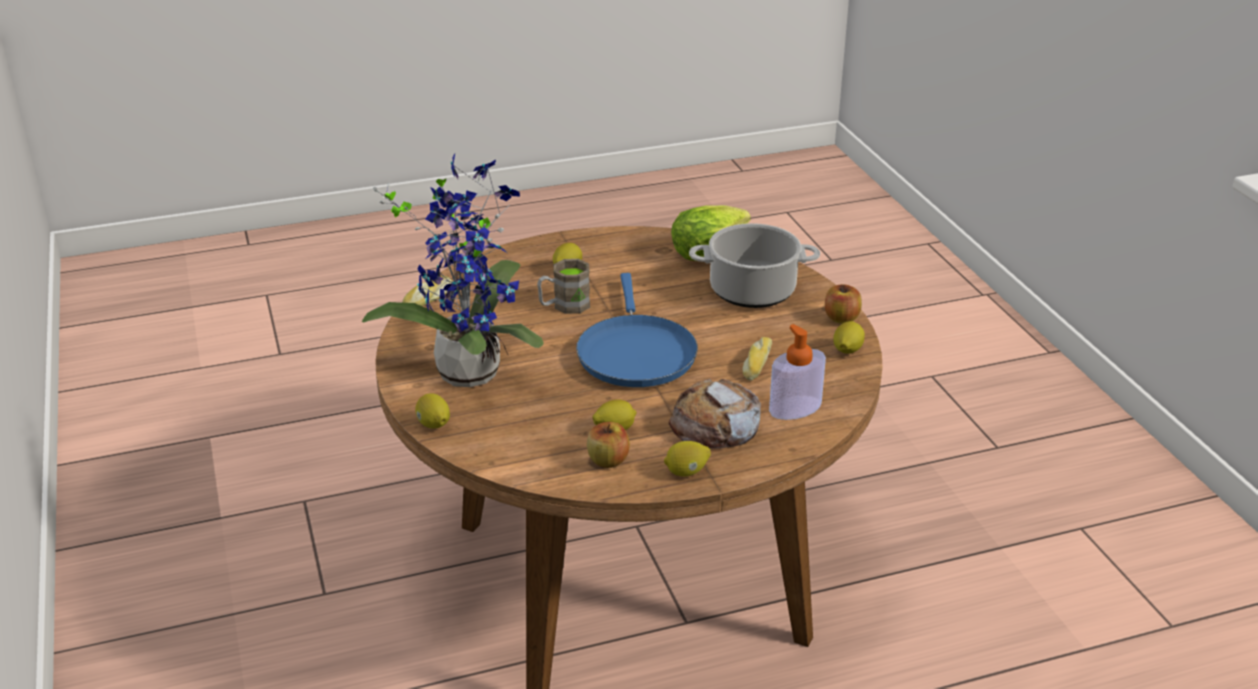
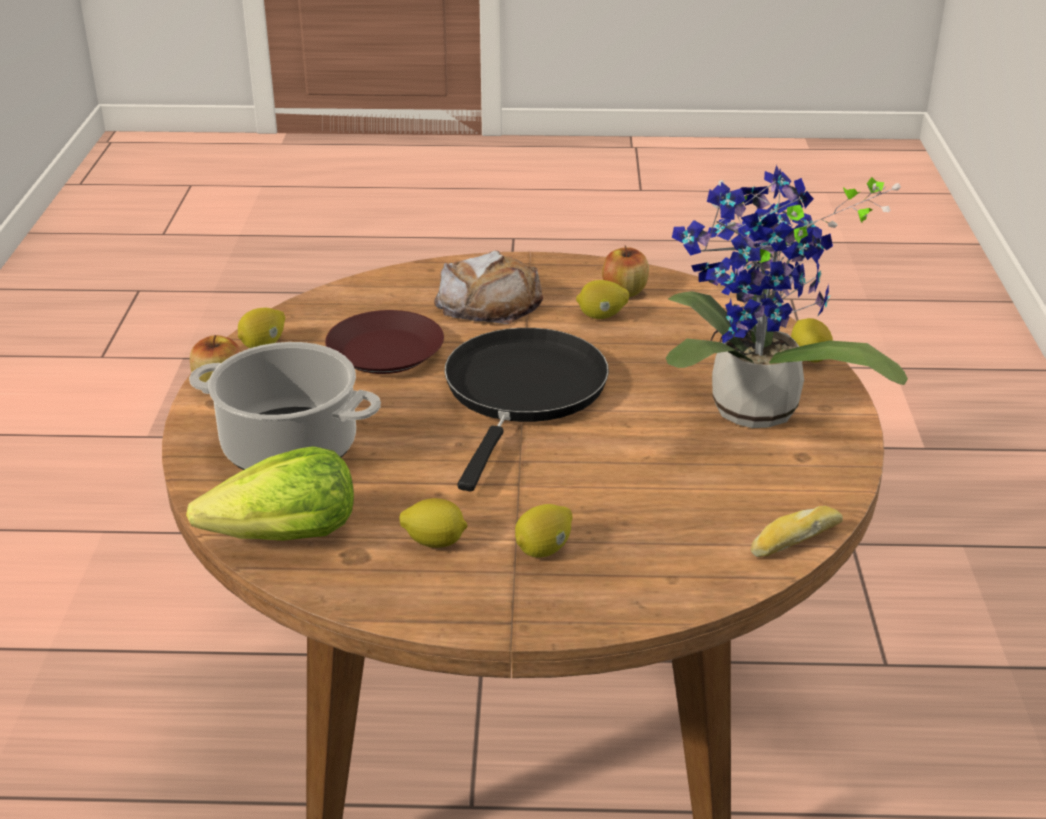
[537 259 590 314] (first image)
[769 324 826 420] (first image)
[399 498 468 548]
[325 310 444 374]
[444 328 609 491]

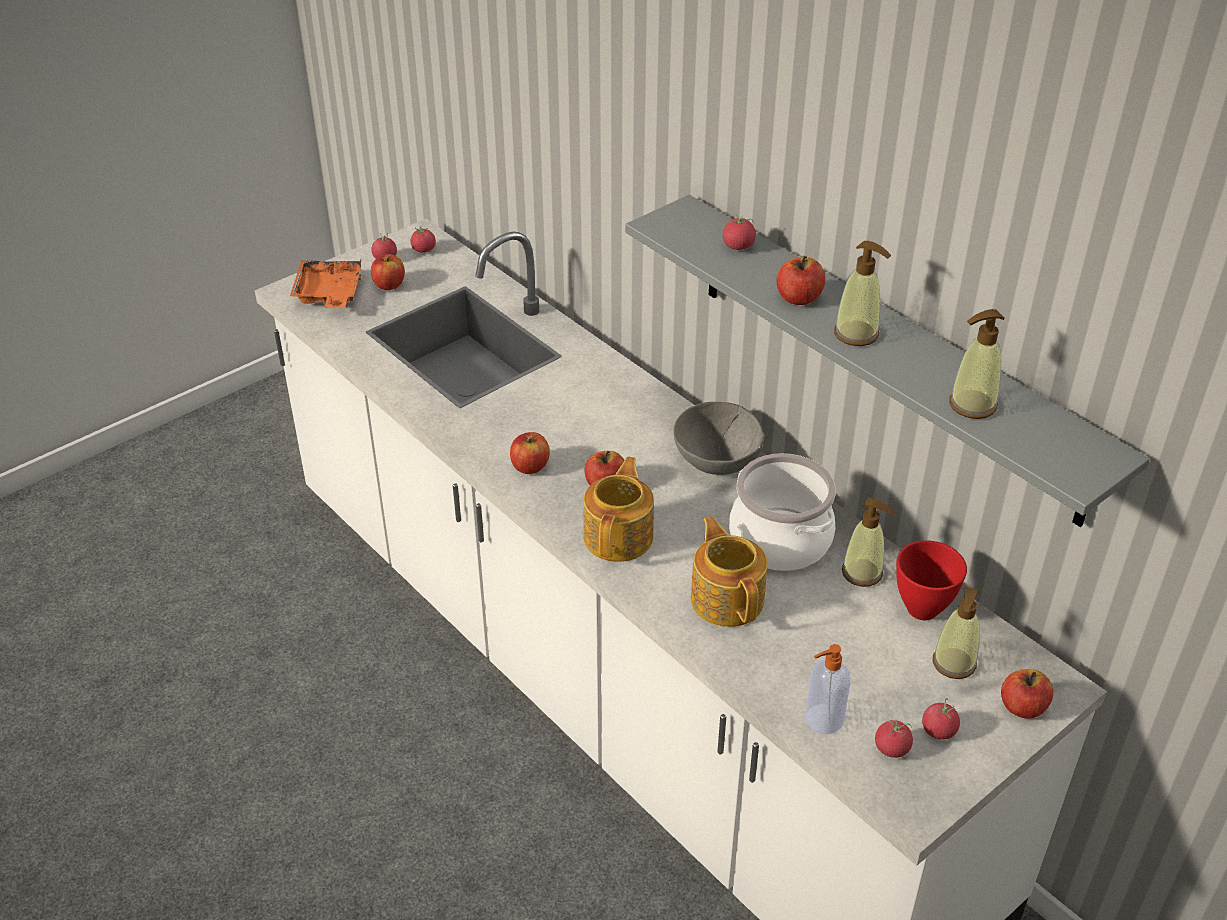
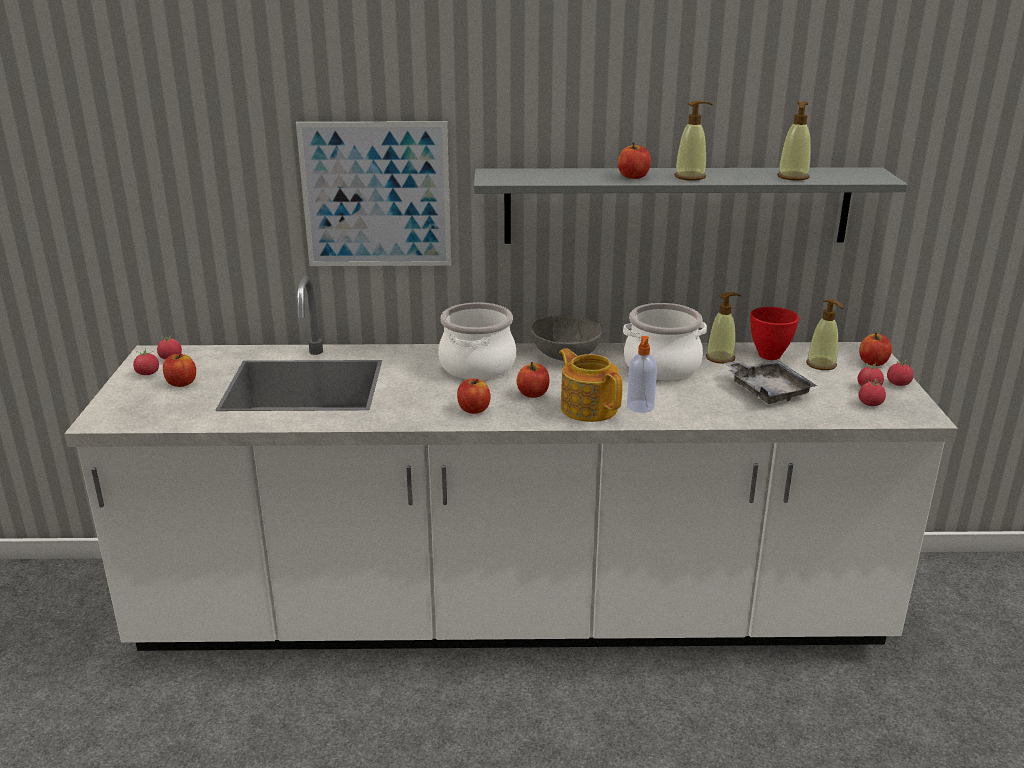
[290 257 362 308] (first image)
[691 516 768 627] (first image)
[296 121 451 266]
[438 302 516 380]
[724 360 817 404]
[887 360 914 386]
[627 336 657 413]

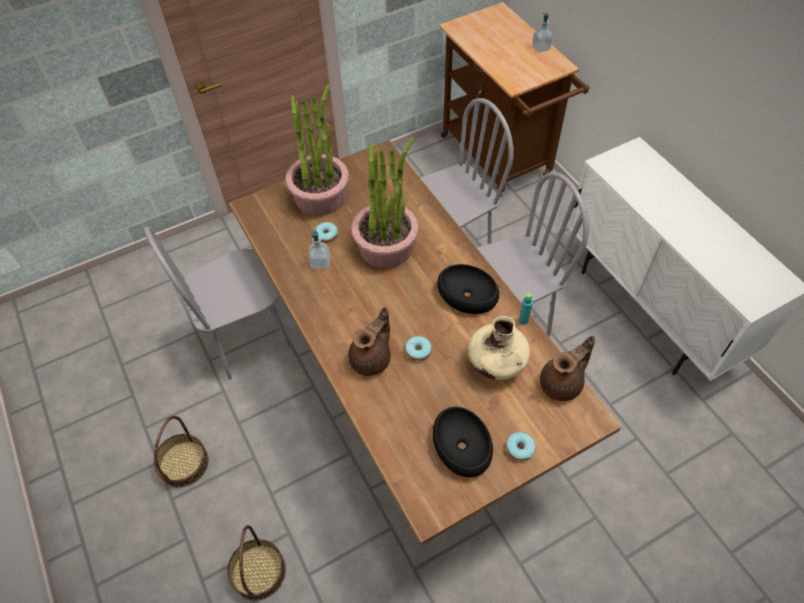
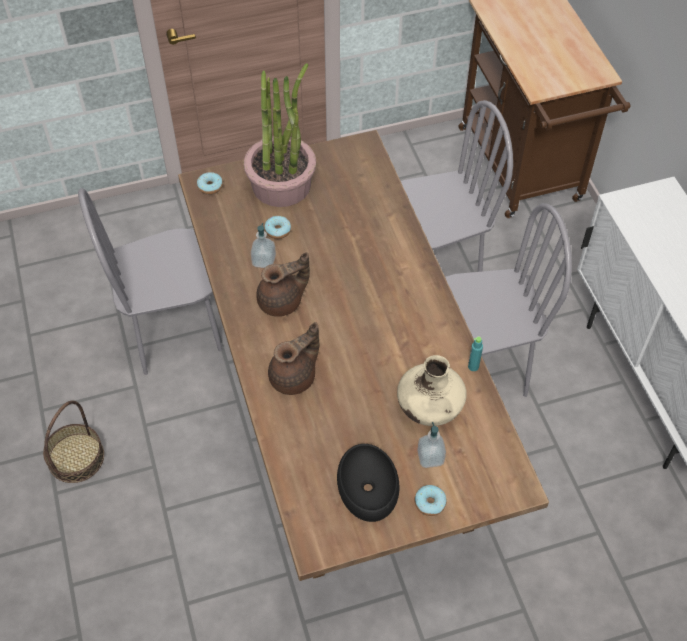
[227 525 286 601] (first image)
[352 137 419 268] (first image)
[437 264 499 314] (first image)
[197 172 223 195]
[417 422 446 468]
[256 252 310 317]

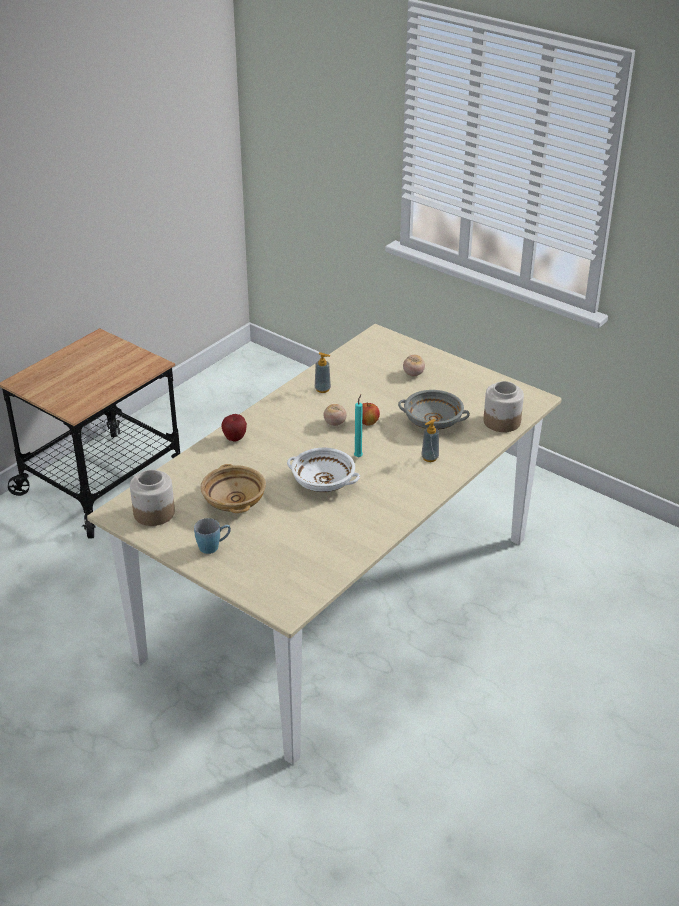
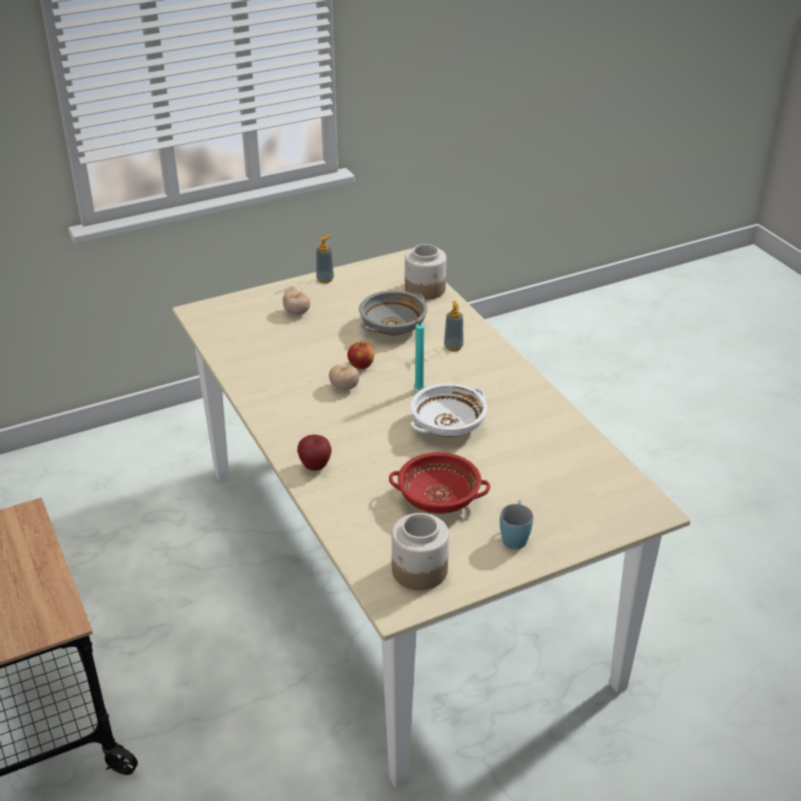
[316 235 334 283]
[389 452 490 514]

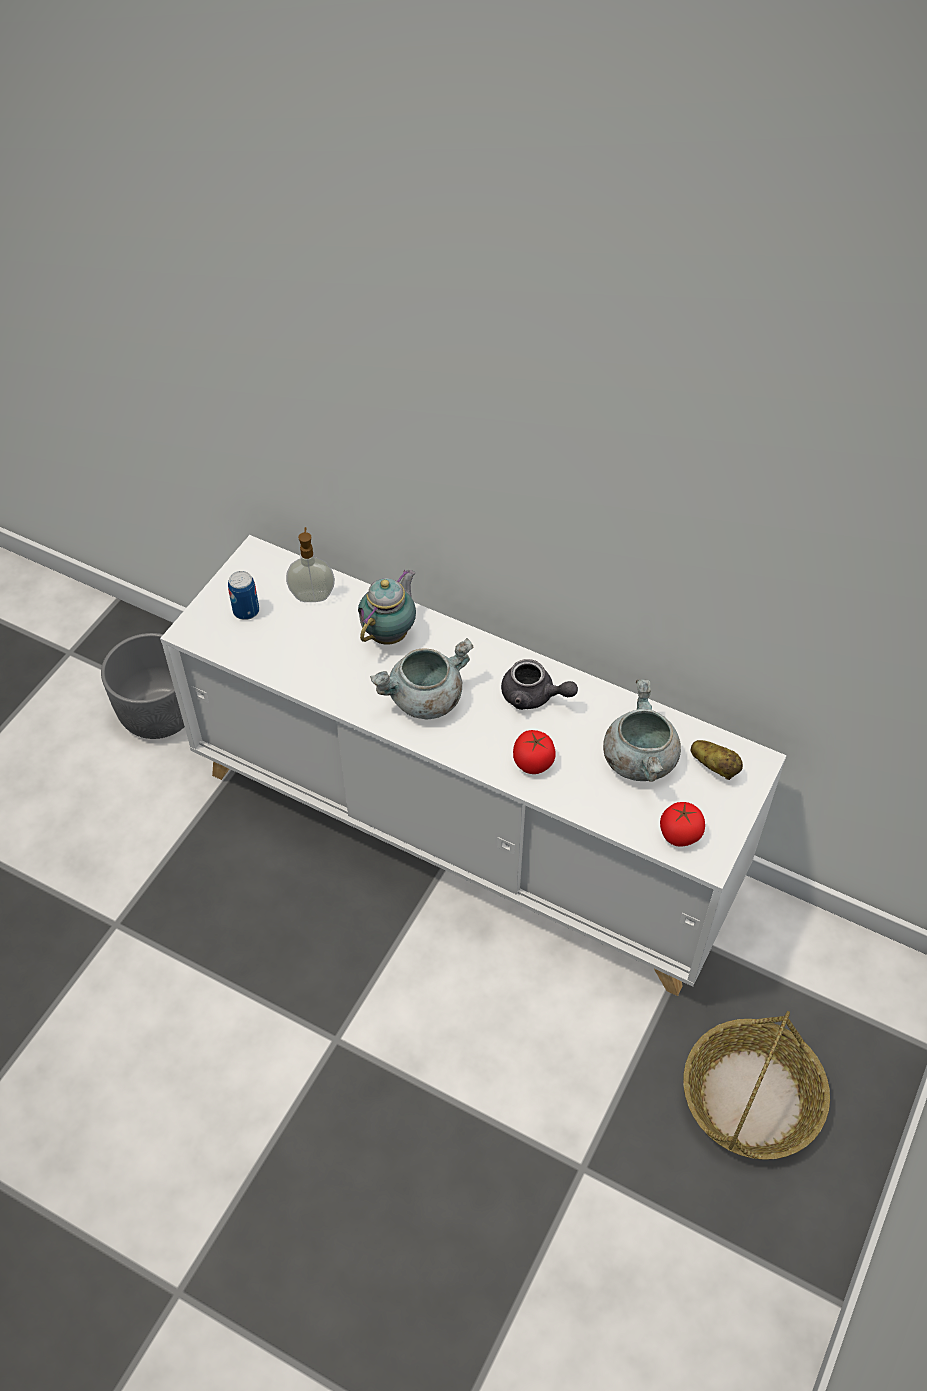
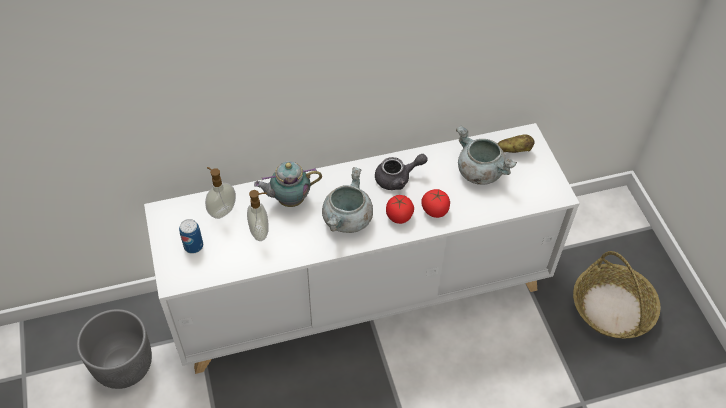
[247 190 269 241]
[386 195 414 224]
[254 161 322 207]

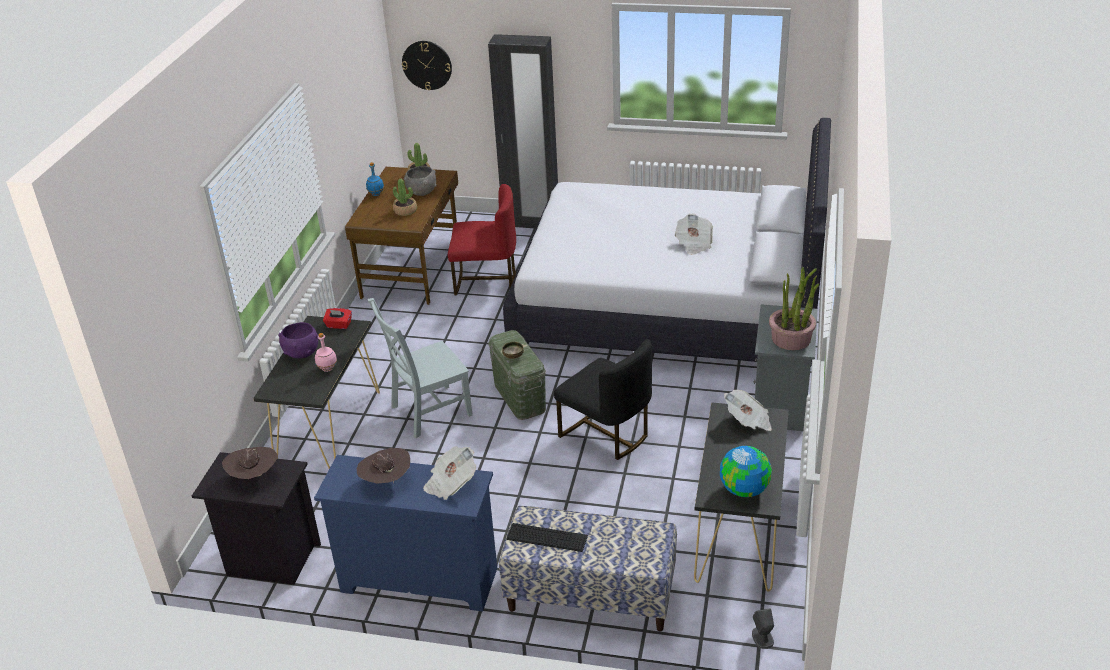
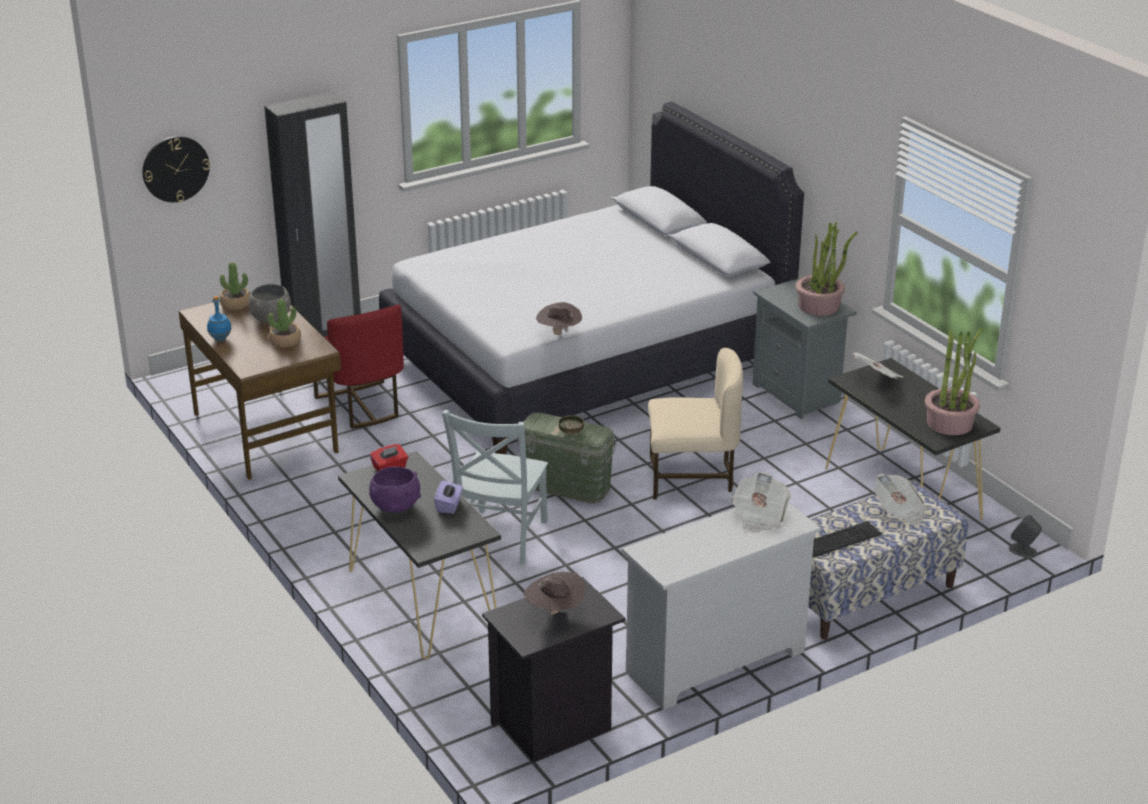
[536 302 582 335]
[874 474 928 527]
[434 480 463 514]
[925 328 983 435]
[622 503 821 710]
[648 348 743 500]
[313 305 404 429]

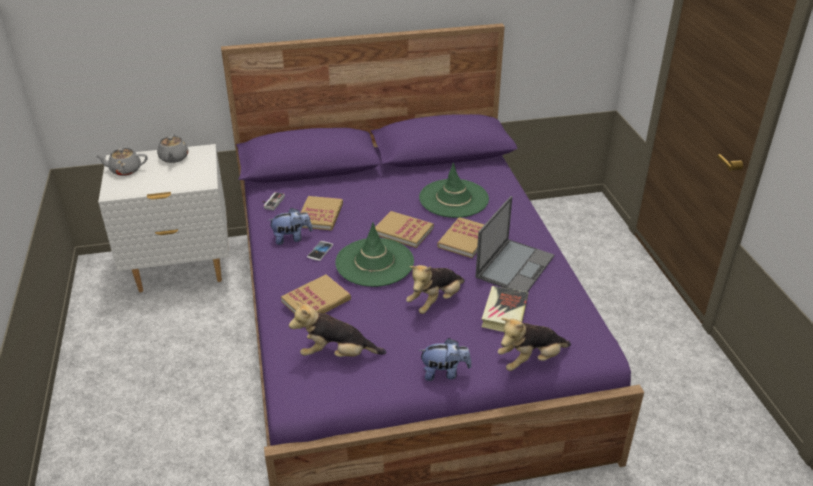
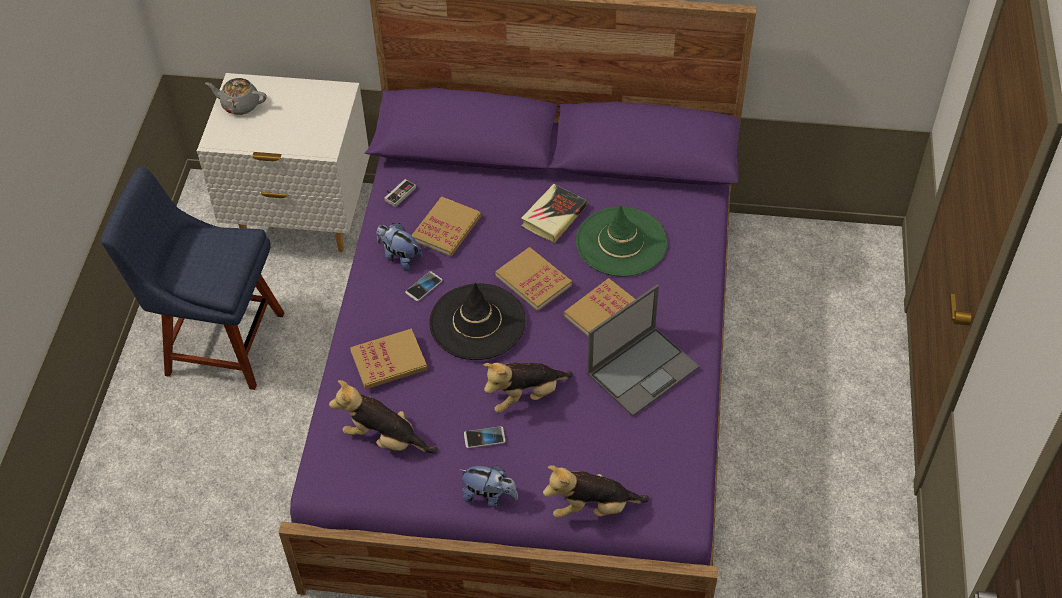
[157 134 189 163] (first image)
[101 167 284 390]
[464 426 505 448]
[521 184 587 243]
[429 283 526 360]
[377 223 422 271]

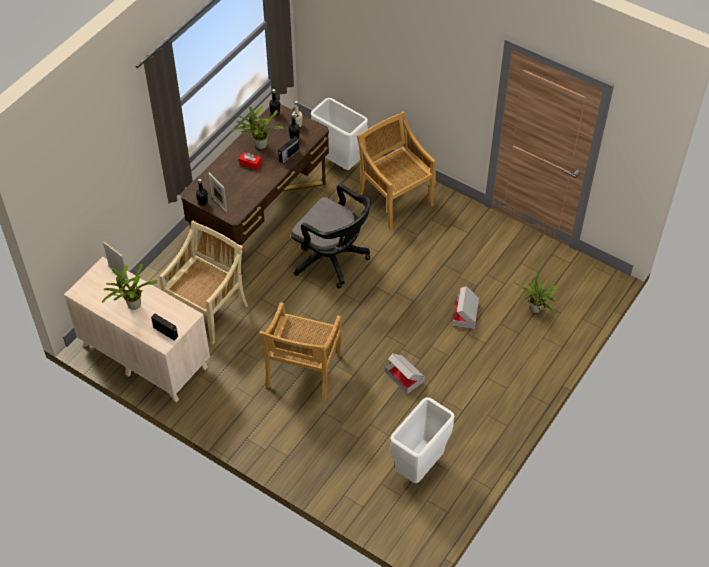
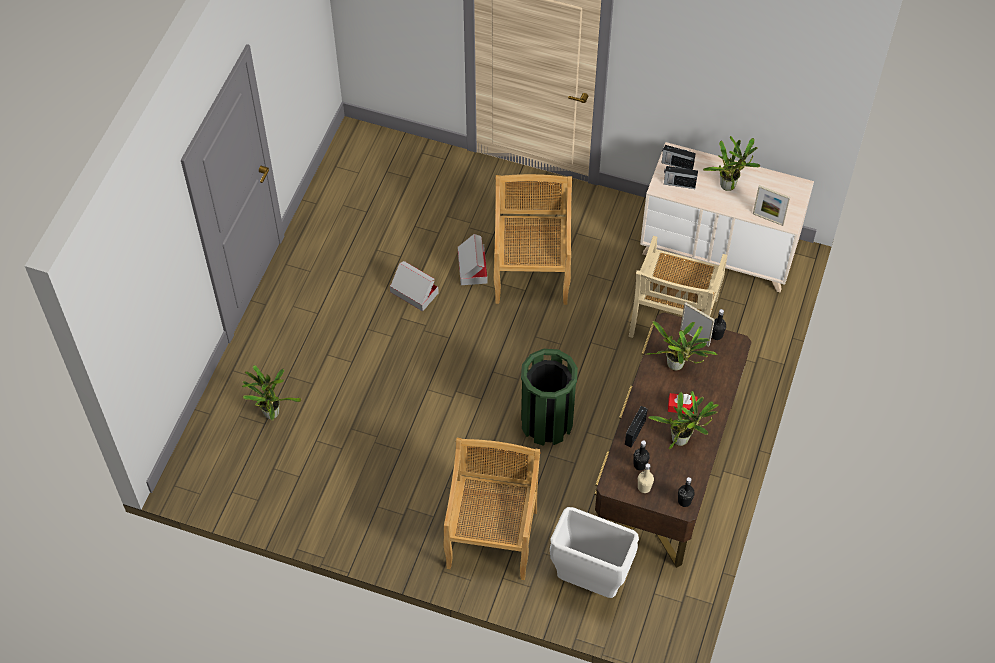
[390 397 454 484] (first image)
[646 321 718 371]
[664 166 698 189]
[458 234 488 285]
[521 349 578 446]
[444 438 540 580]

